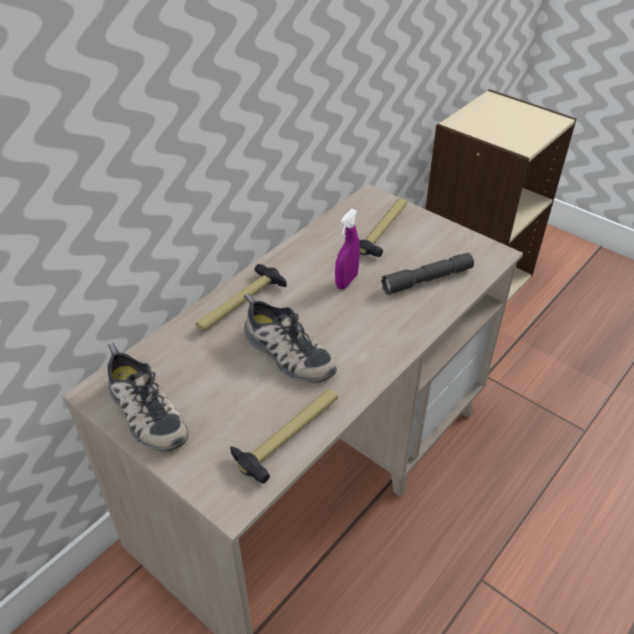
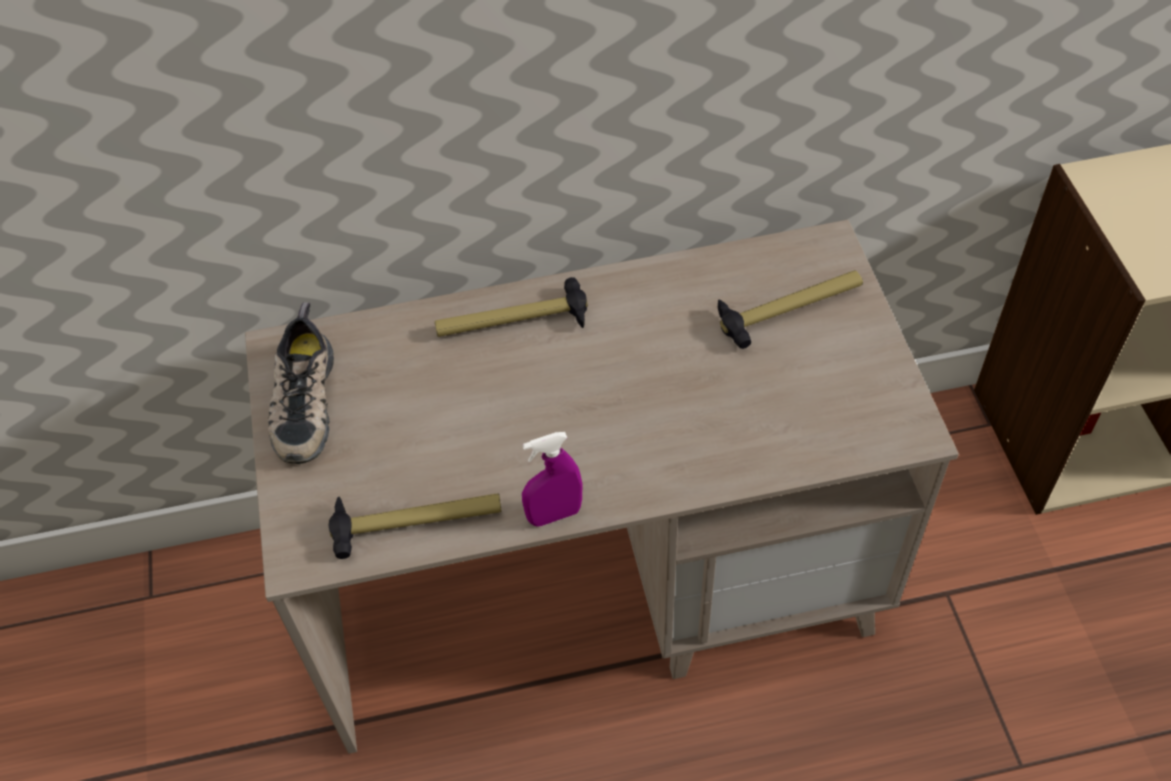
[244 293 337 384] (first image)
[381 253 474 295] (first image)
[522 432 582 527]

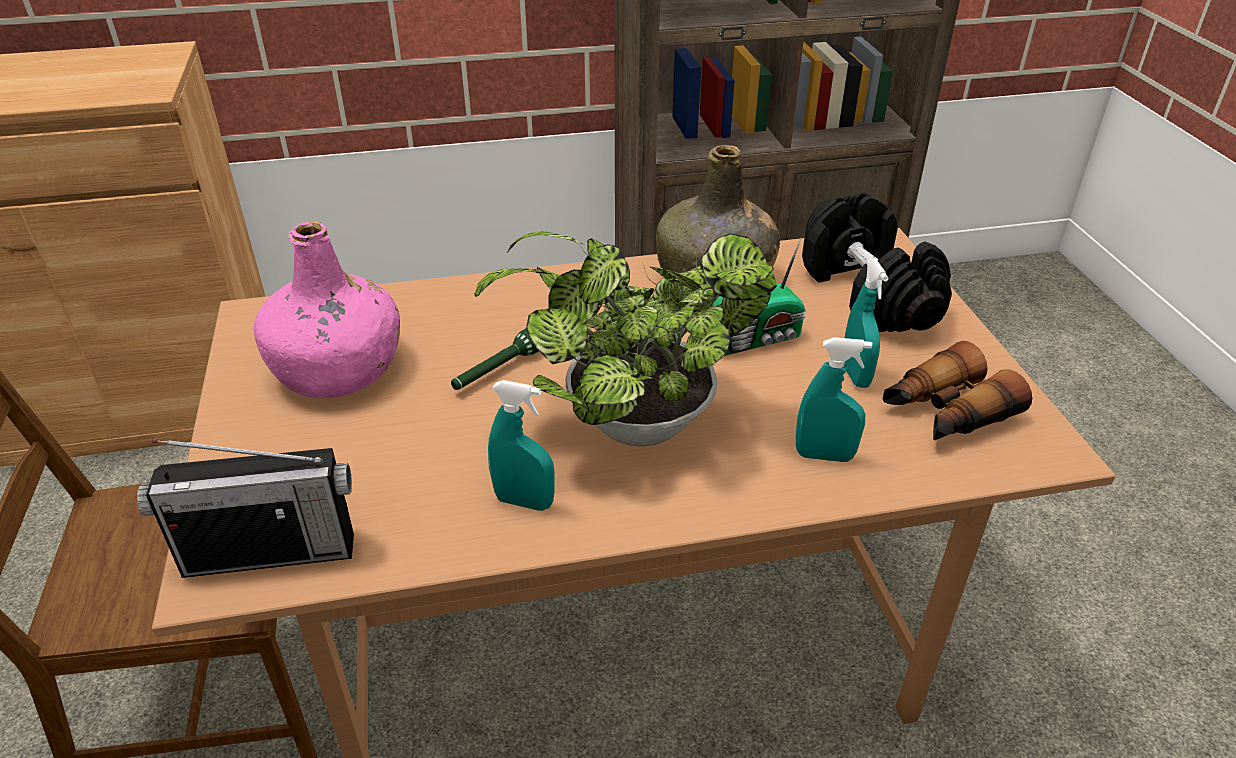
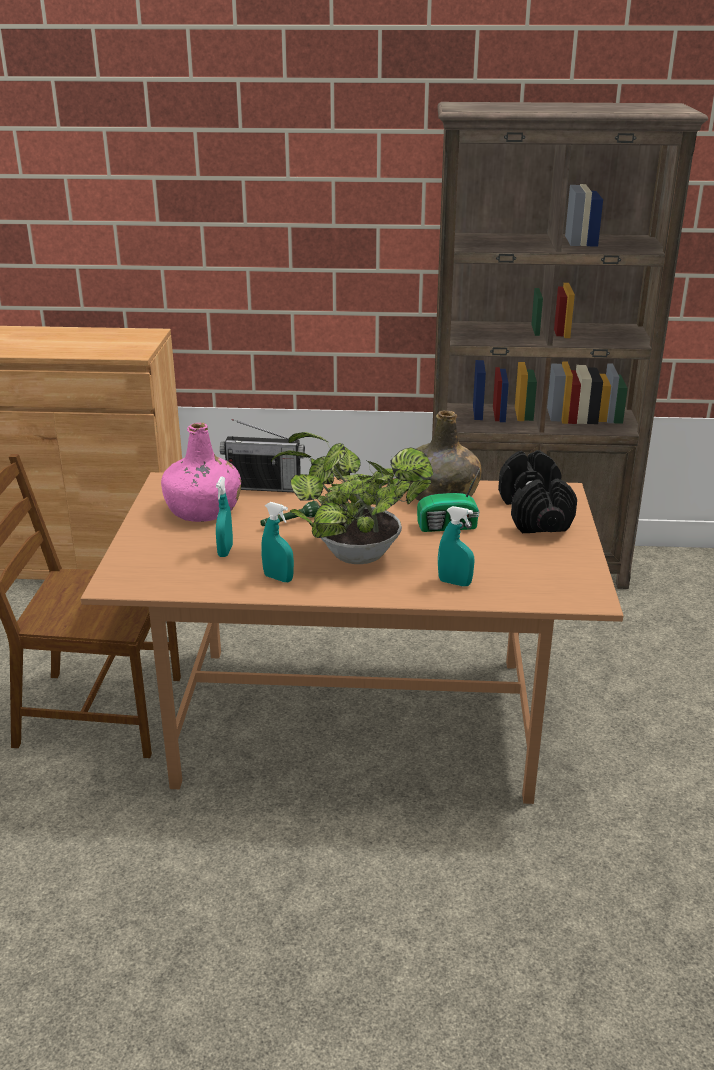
[883 341 1032 440] (first image)
[220 419 305 492]
[216 477 233 557]

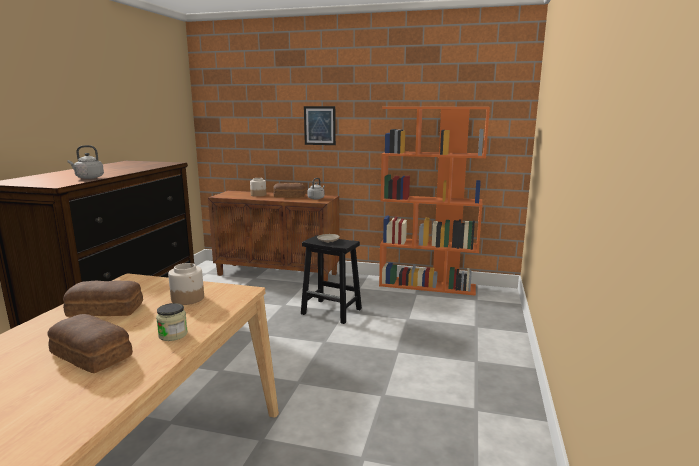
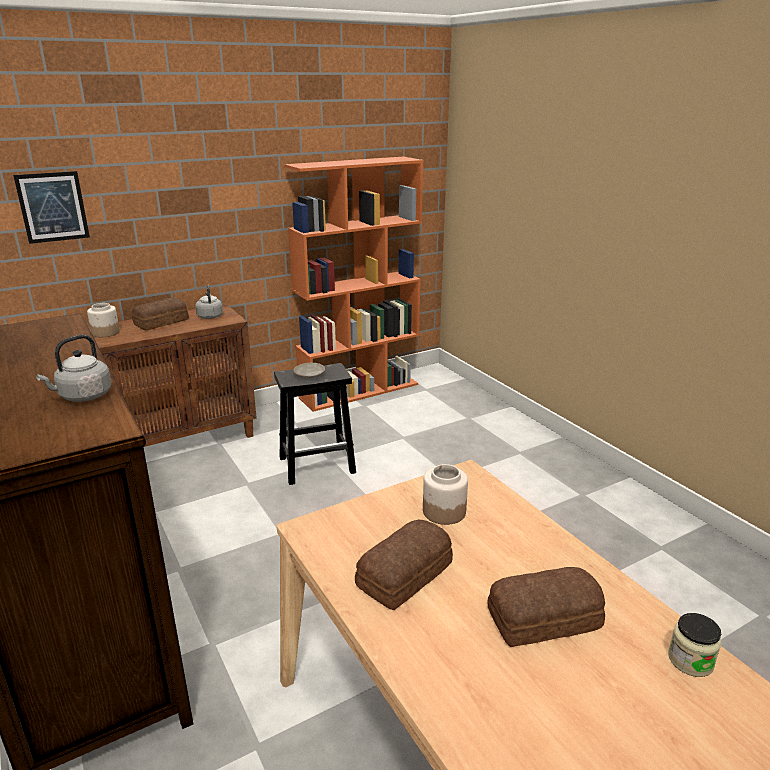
[668 613 722 677]
[13 171 90 244]

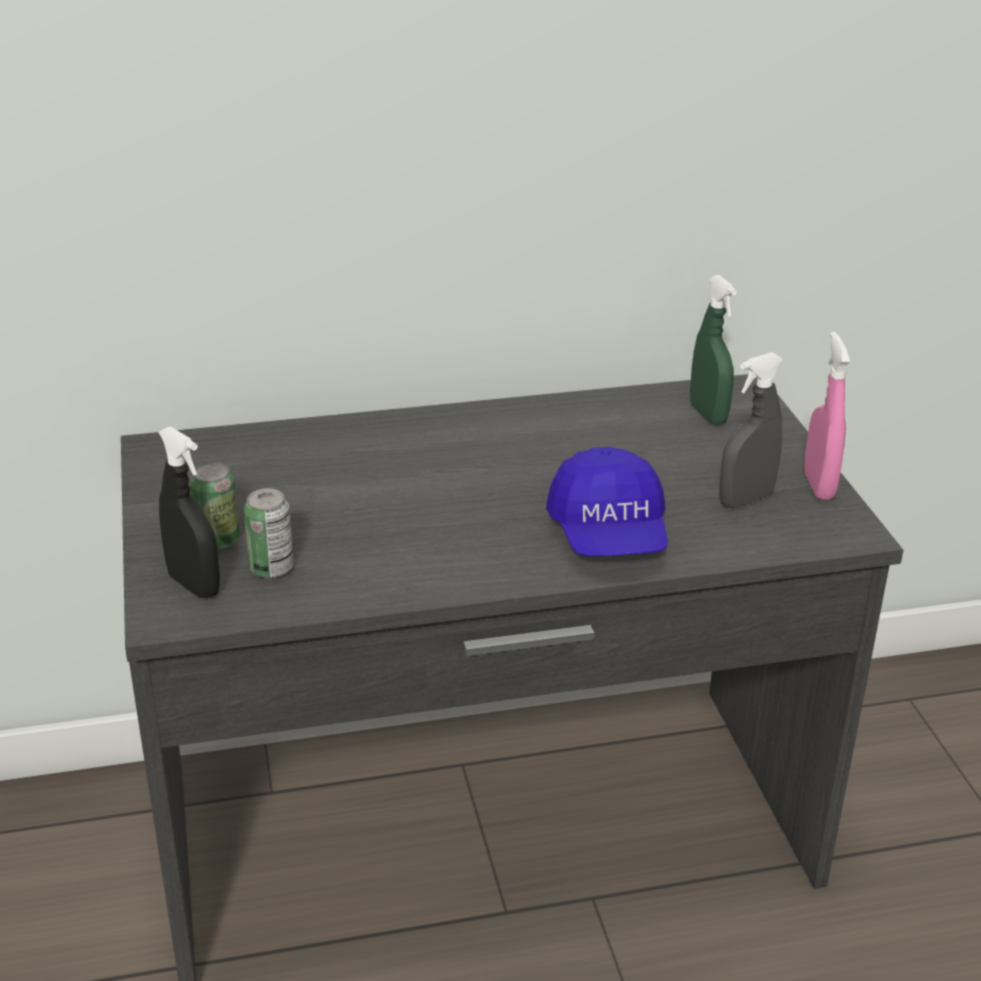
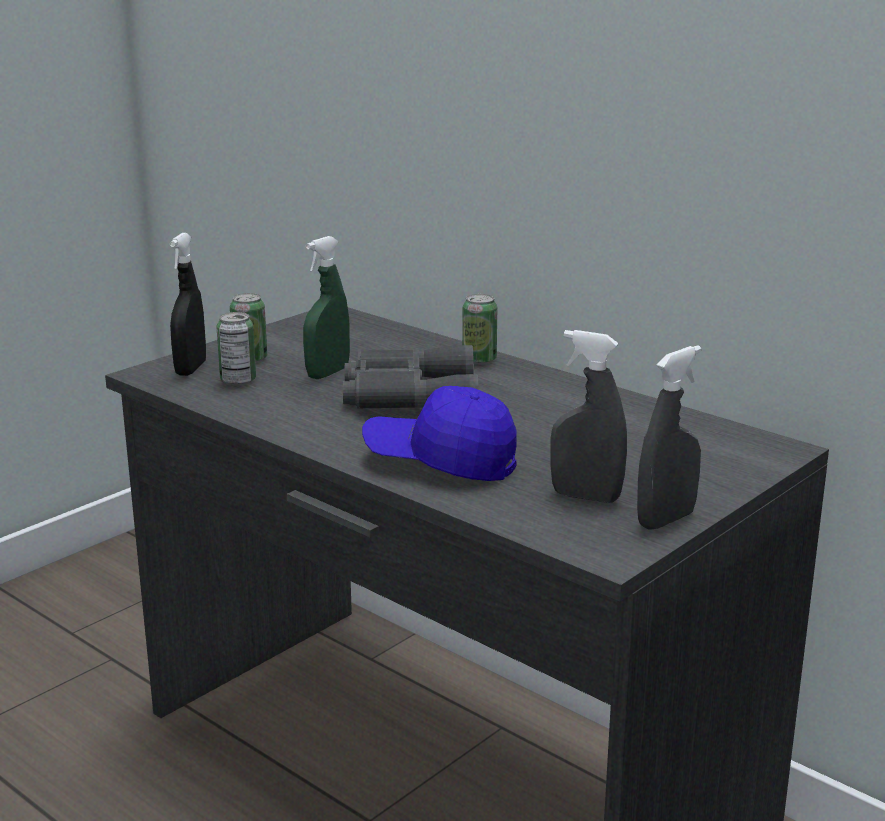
[343 345 479 408]
[462 294 497 365]
[303 236 350 379]
[637 345 701 530]
[362 386 517 481]

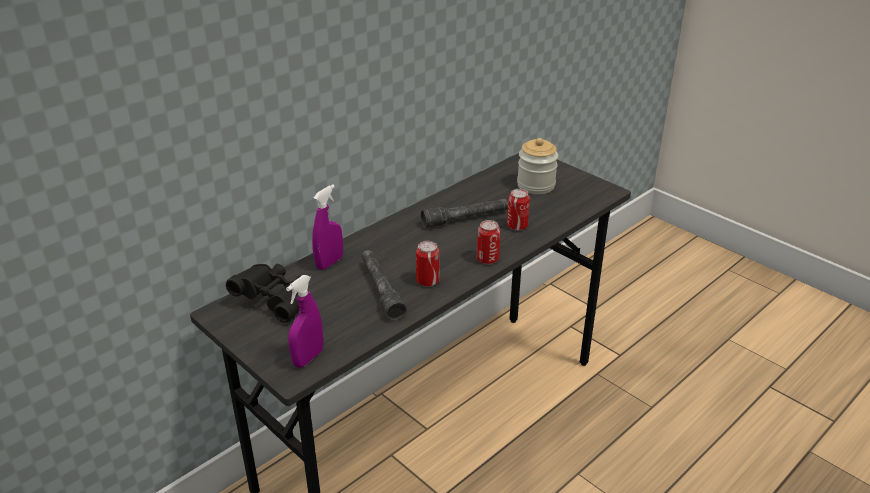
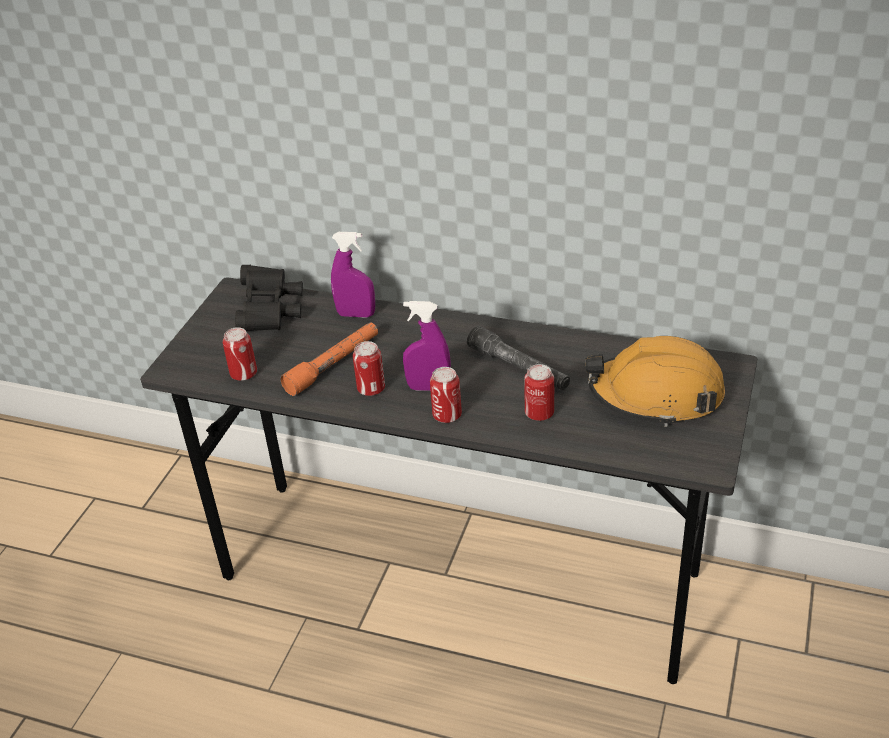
[223 327 257 381]
[403 301 451 391]
[585 336 725 427]
[280 322 378 396]

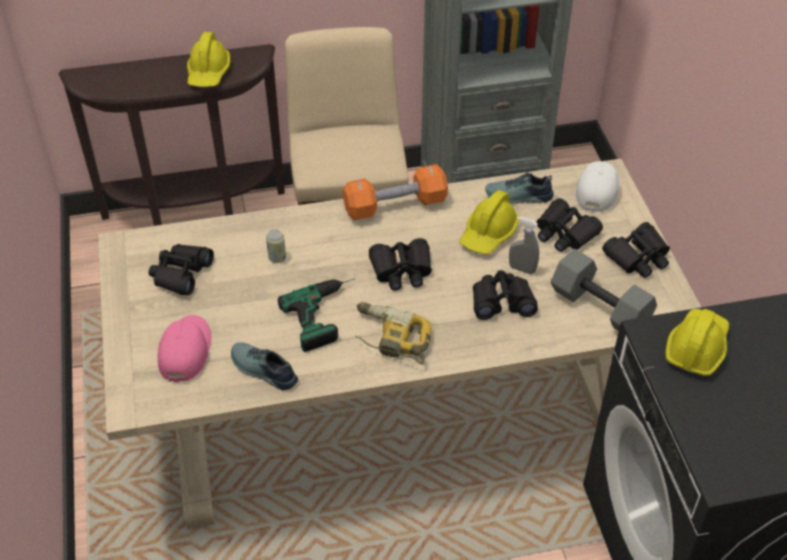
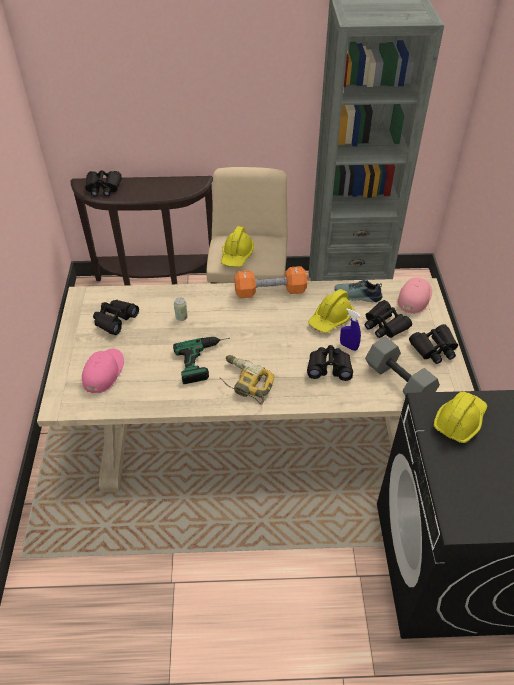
[231 342 298 390] (first image)
[221 226 254 267]
[85 170 122 196]
[340 308 361 351]
[397 277 432 314]

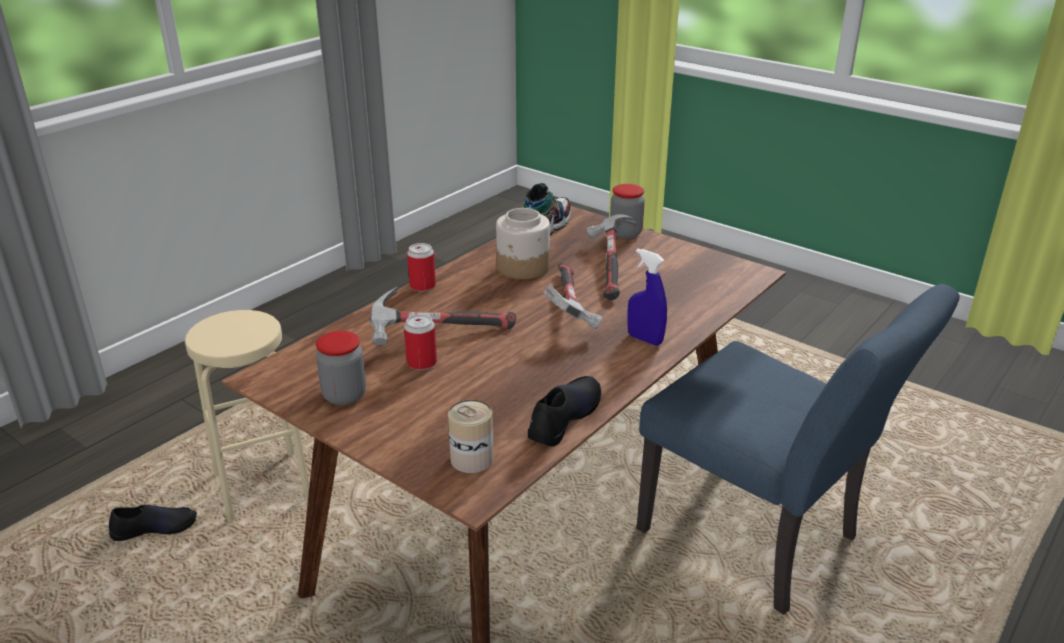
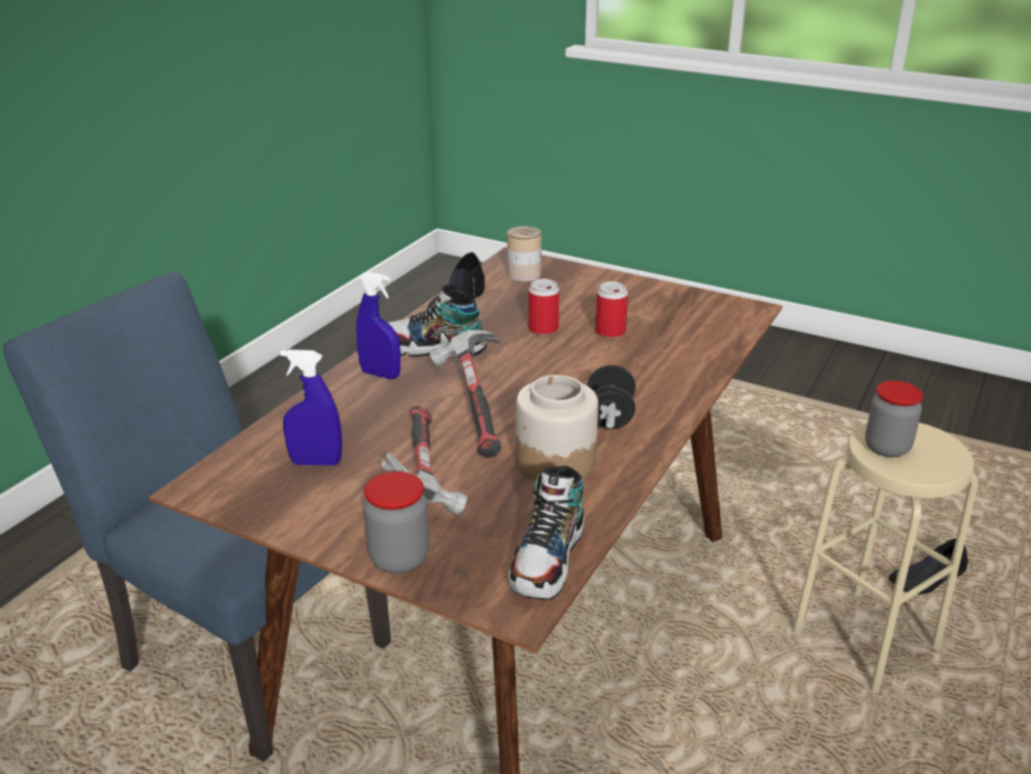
[370 287 516 346] (first image)
[280 350 342 466]
[387 285 487 357]
[587 365 636 429]
[865 381 923 457]
[528 279 560 335]

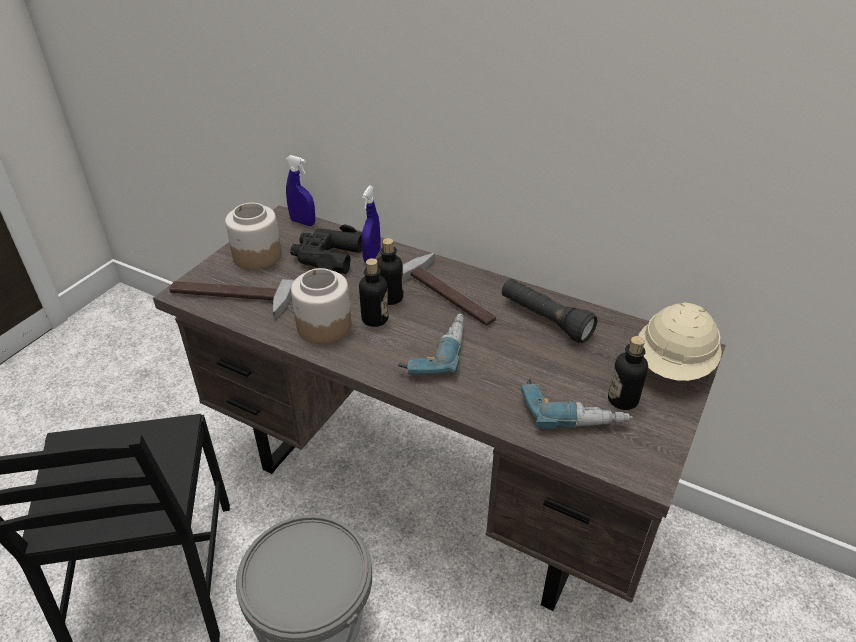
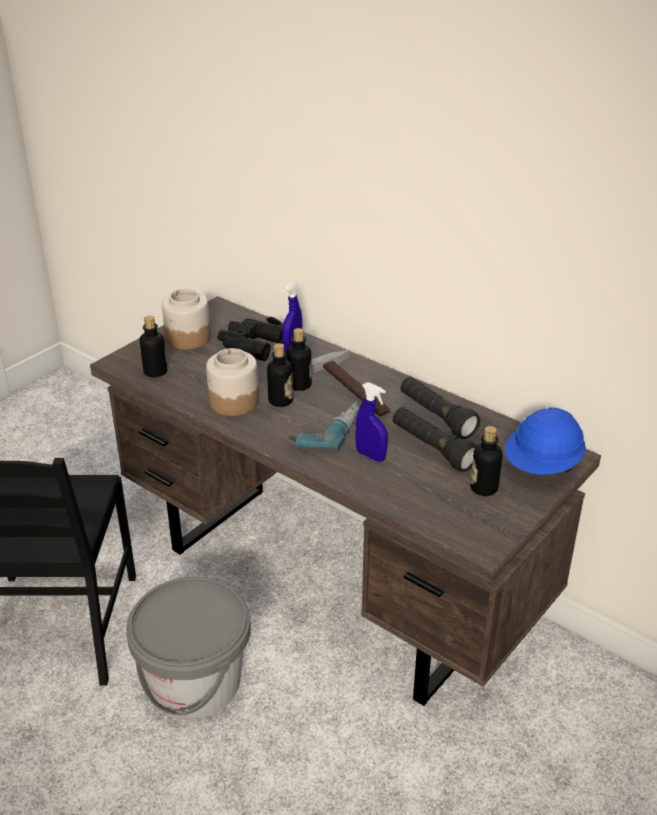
[521 379 633 428] (first image)
[393 407 477 472]
[355 382 388 462]
[140 316 167 377]
[505 407 586 475]

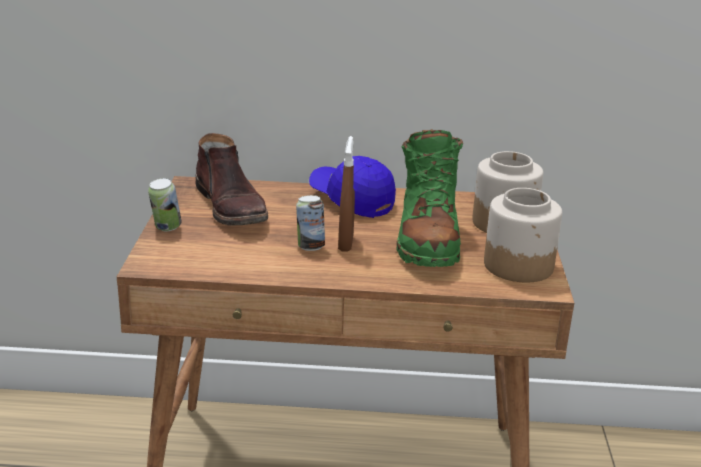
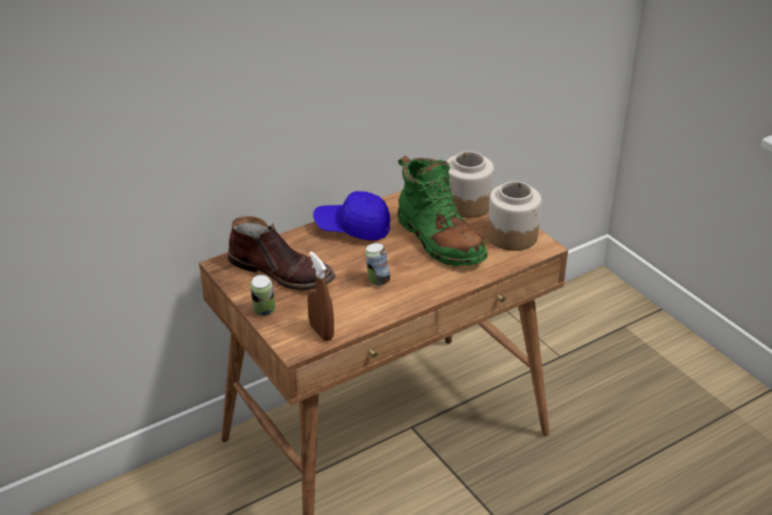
[307 251 334 341]

